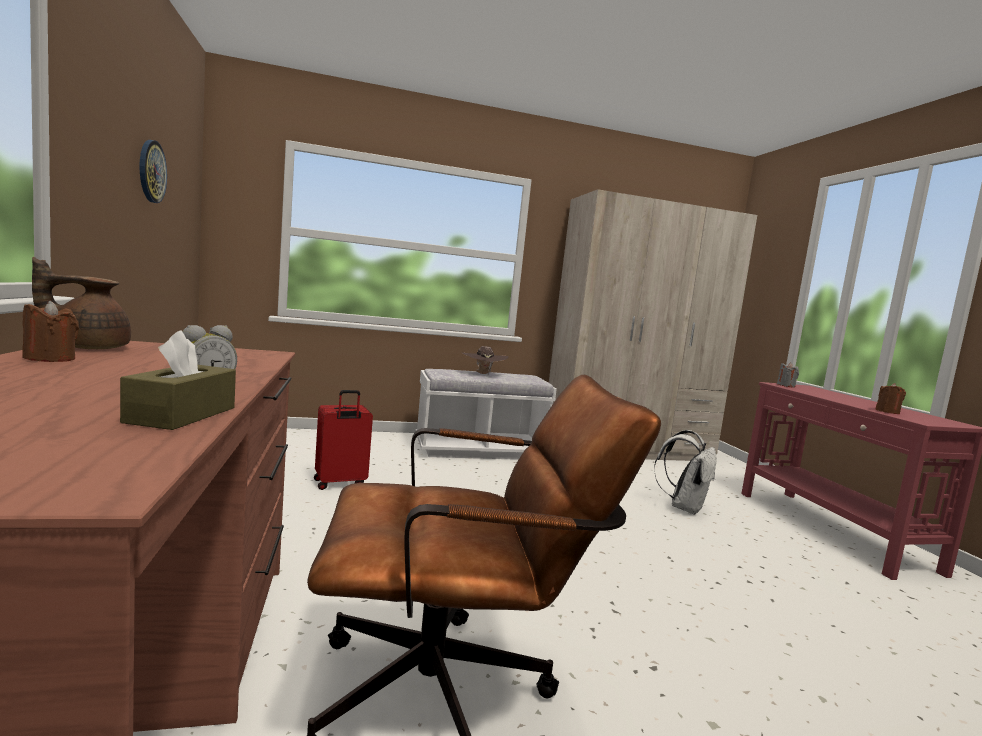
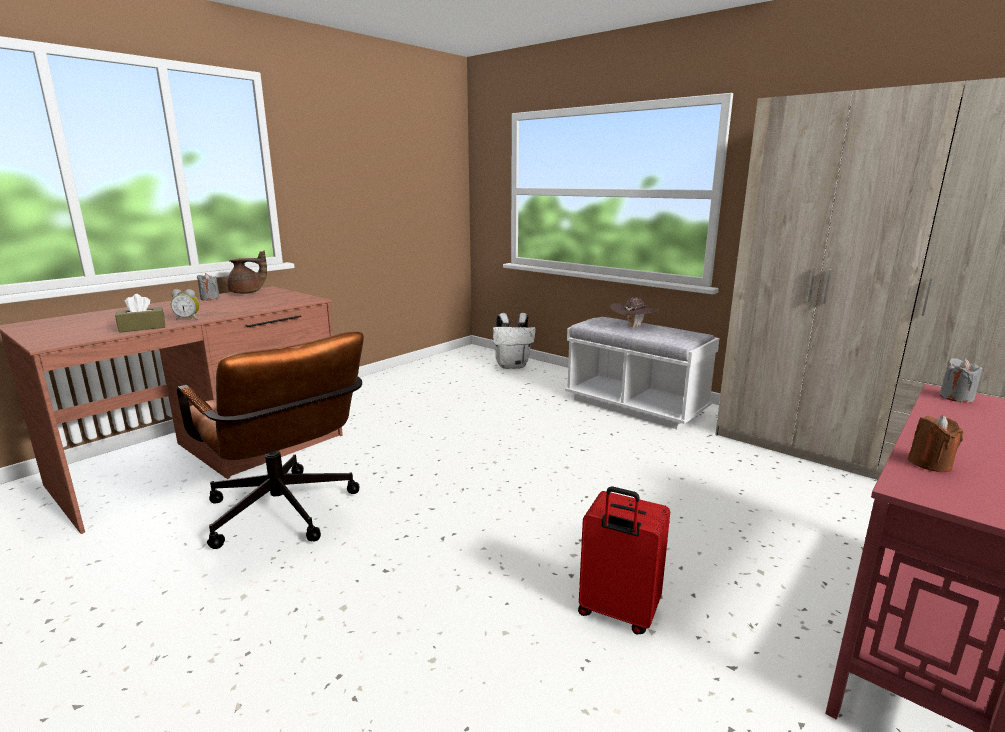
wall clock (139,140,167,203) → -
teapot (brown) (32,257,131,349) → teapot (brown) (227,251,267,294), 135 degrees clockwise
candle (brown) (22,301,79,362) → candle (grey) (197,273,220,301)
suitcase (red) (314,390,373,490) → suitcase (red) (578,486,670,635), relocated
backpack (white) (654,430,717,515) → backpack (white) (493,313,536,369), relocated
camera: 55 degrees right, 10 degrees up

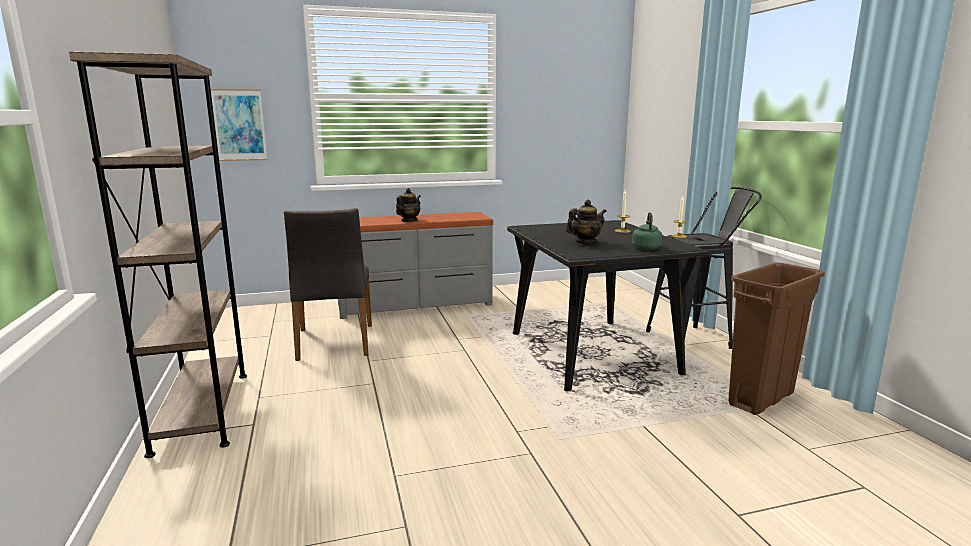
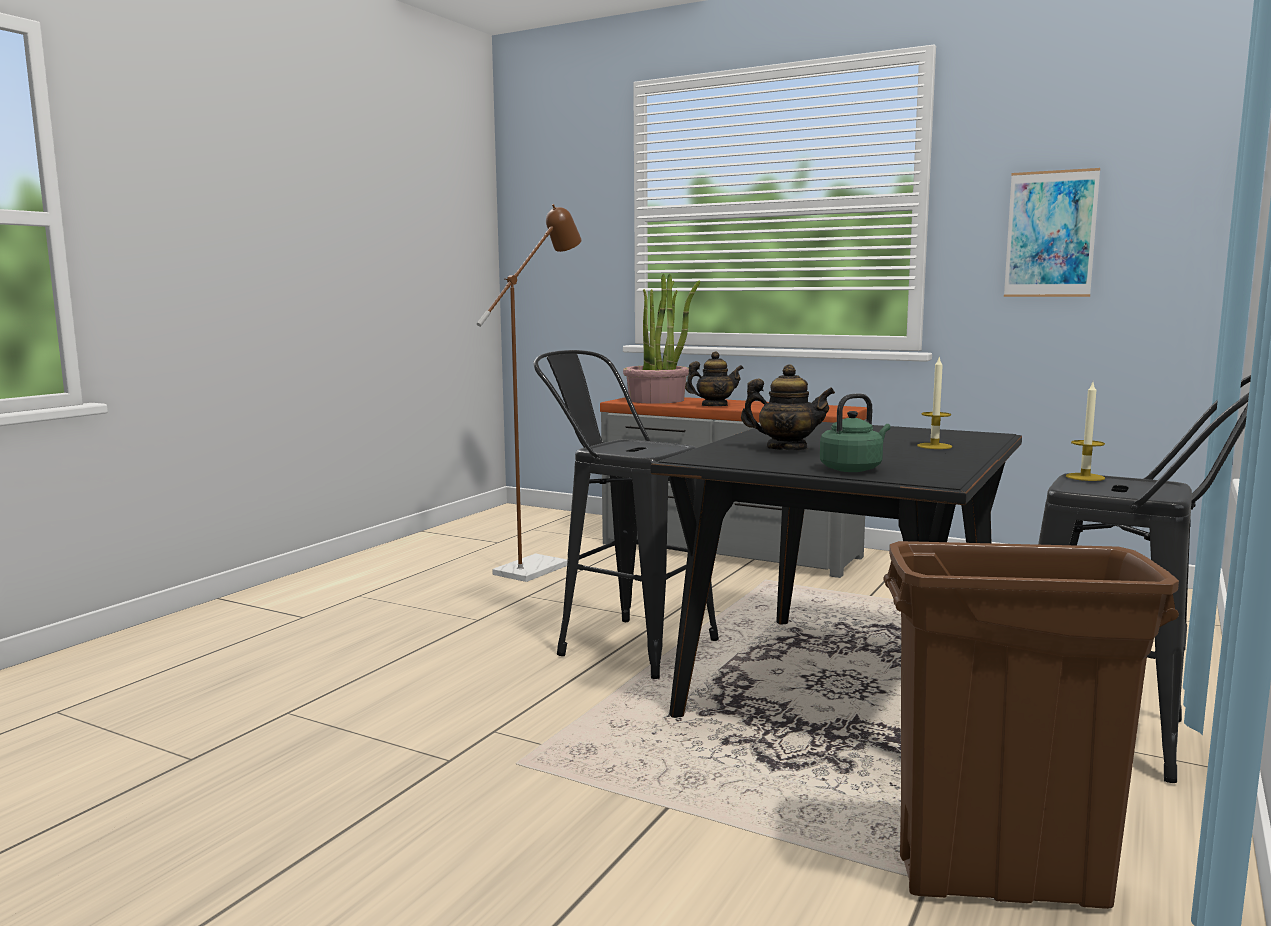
bookcase (brown) (69,52,247,458) → -
picture (211,89,267,161) → picture (1004,168,1100,297), relocated
chair (grey) (284,208,372,361) → floor lamp (brown) (477,204,582,582)
- → potted plant (623,273,700,404)
- → stool (black) (533,350,719,679)
camera: 45 degrees right, 5 degrees down

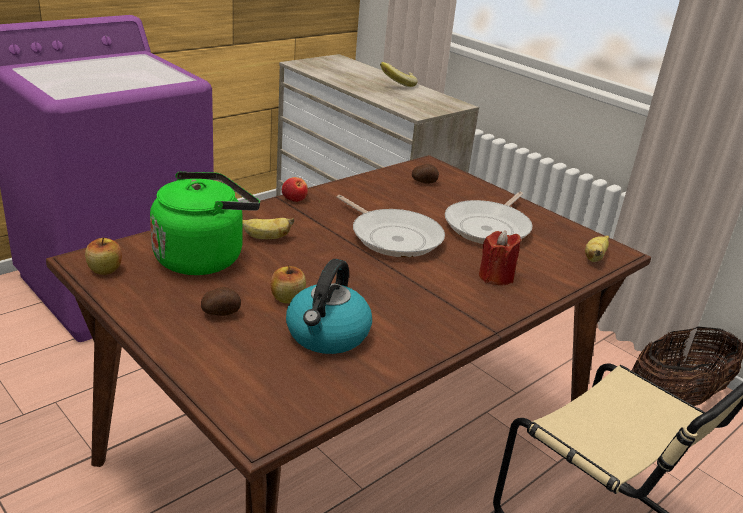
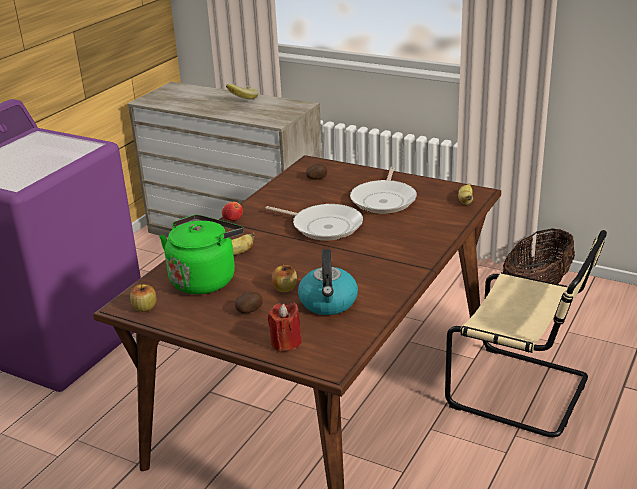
candle (red) (479,230,521,285) → candle (red) (268,303,302,352), relocated
camera: 15 degrees left, 0 degrees up

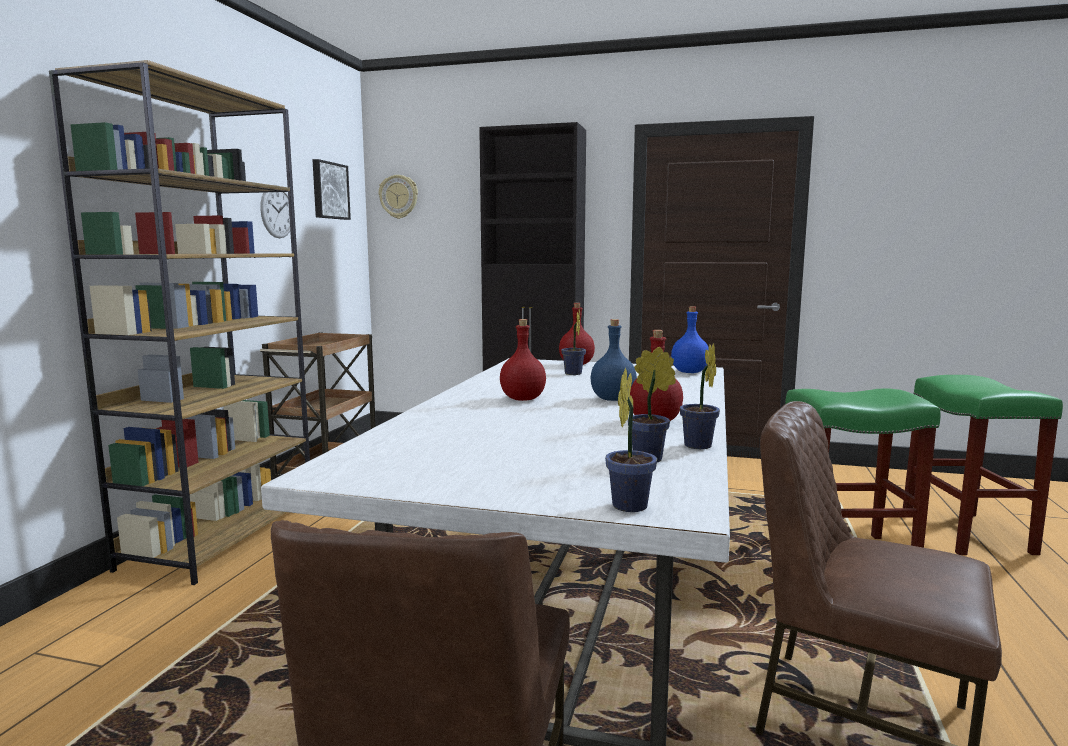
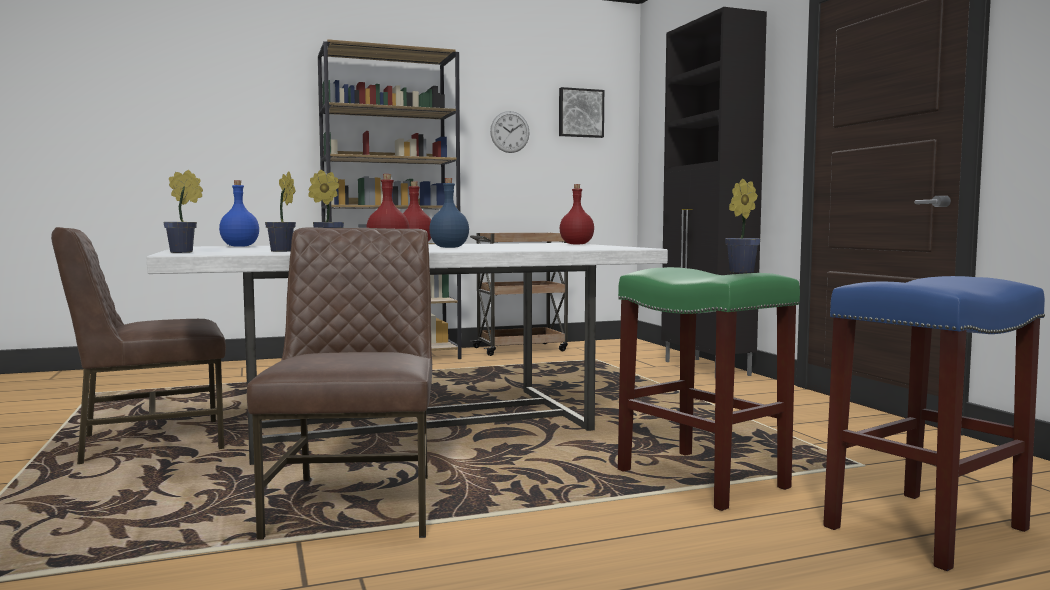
wall clock (379,175,418,219) → -
bottle (blue) (671,306,709,373) → bottle (blue) (219,180,259,247), relocated
potted plant (561,309,586,375) → potted plant (725,179,760,273), relocated
stool (green) (903,375,1063,555) → stool (blue) (823,276,1045,571)
camera: 55 degrees right, 5 degrees down

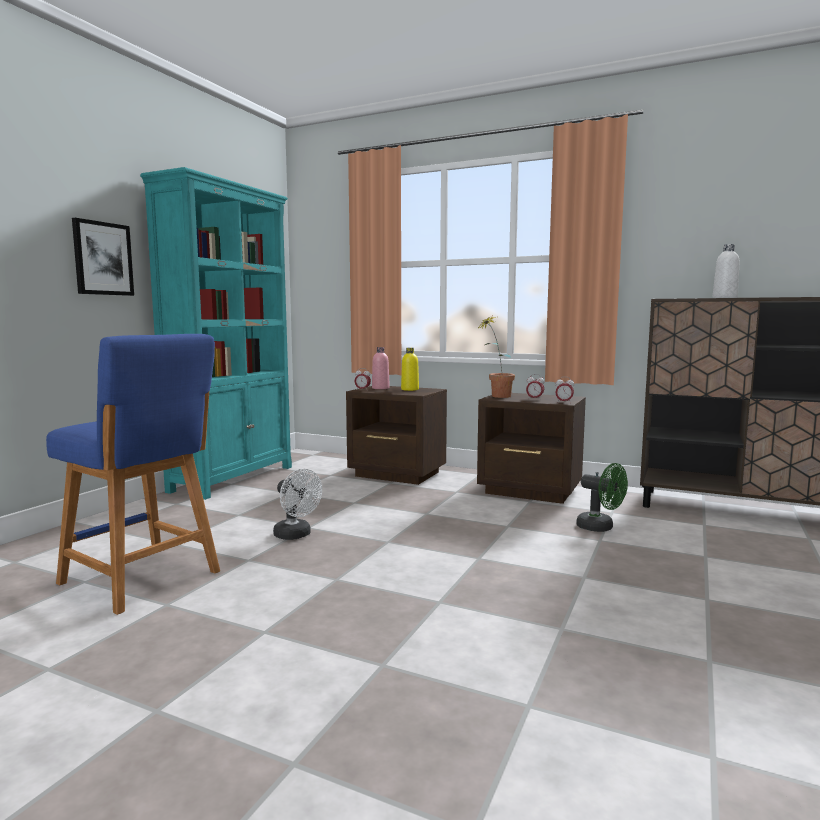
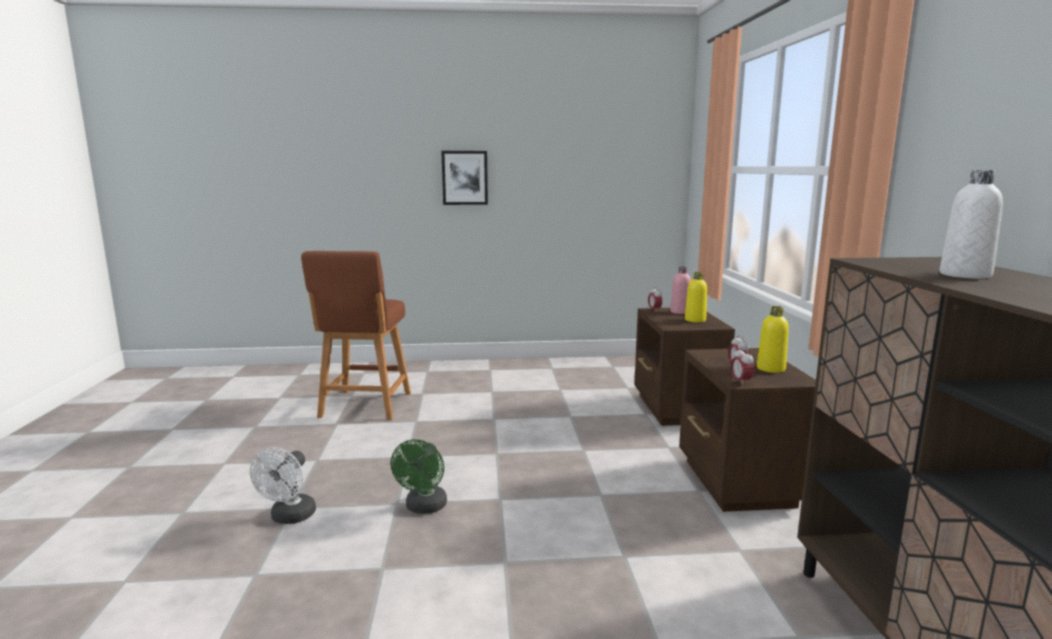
bookcase (turquoise) (140,167,292,500) → -
potted plant (479,316,515,398) → -
stool (blue) (46,334,220,615) → stool (brown) (301,251,411,420)
fan (green) (576,463,628,532) → fan (green) (391,439,447,514), relocated
fan (white) (273,469,322,540) → fan (white) (250,447,316,524), relocated
- → bottle (yellow) (757,306,789,373)
camera: 60 degrees right, 5 degrees up

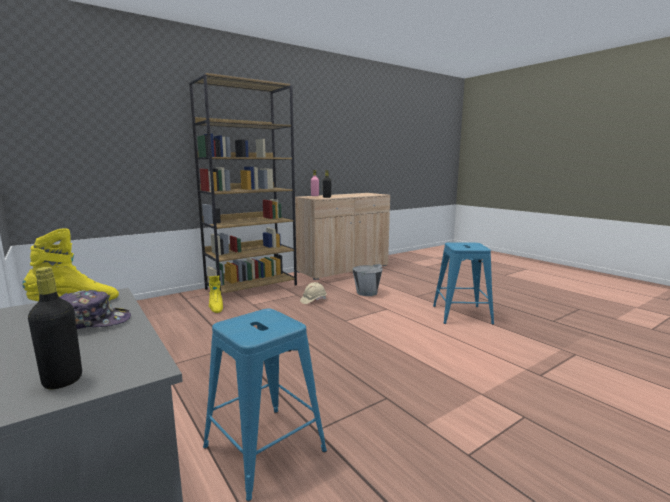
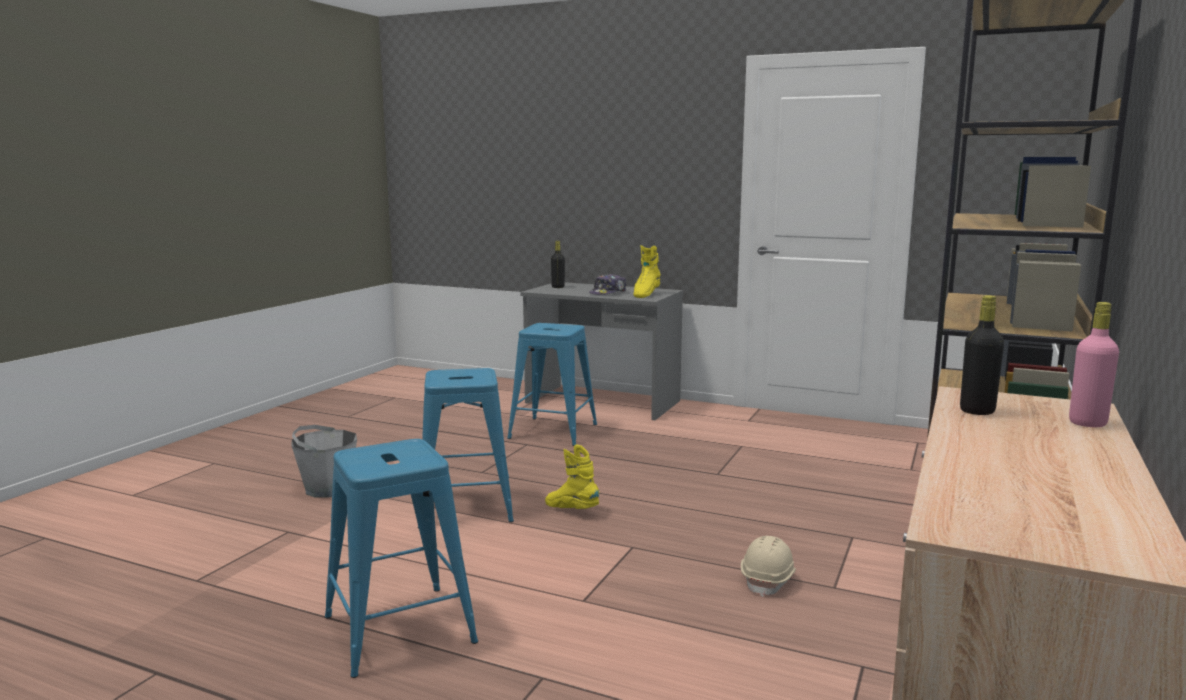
bucket (grey) (352,264,383,296) → bucket (grey) (291,425,357,498), relocated
boot (yellow) (209,276,223,313) → boot (yellow) (545,445,600,509), relocated
- → stool (blue) (418,368,514,528)
camera: 150 degrees right, 0 degrees up

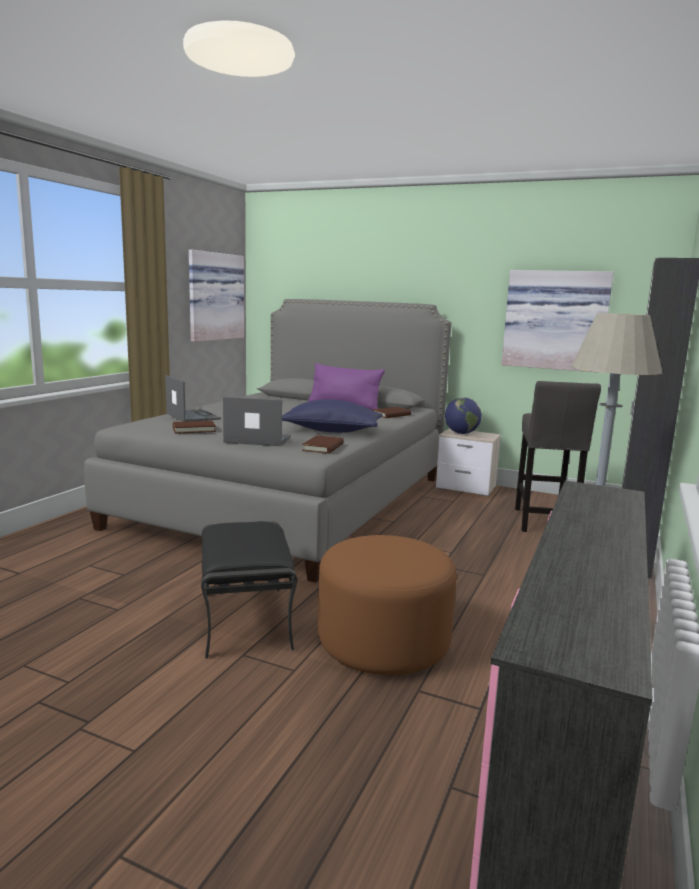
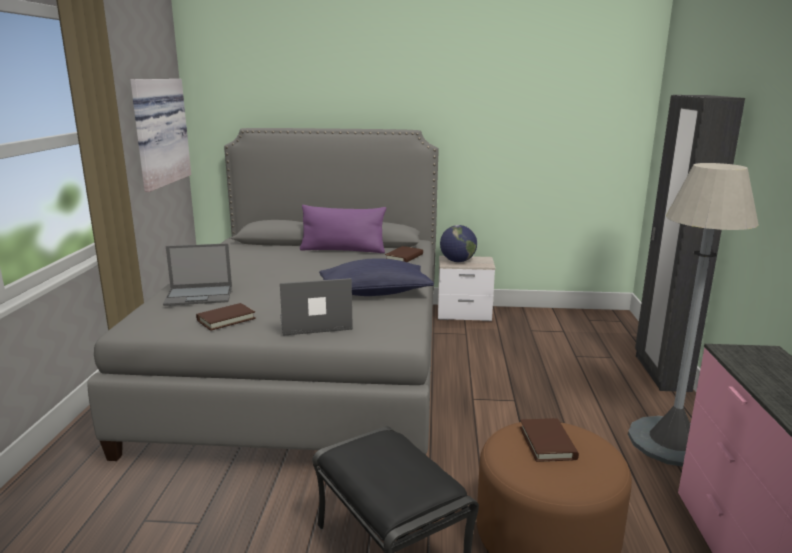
picture (501,270,614,373) → -
laptop (165,375,221,422) → laptop (163,243,232,306), 135 degrees clockwise
stool (grey) (515,381,601,532) → -
book (brown) (302,435,344,454) → book (brown) (520,418,579,462), relocated
camera: 20 degrees left, 5 degrees up

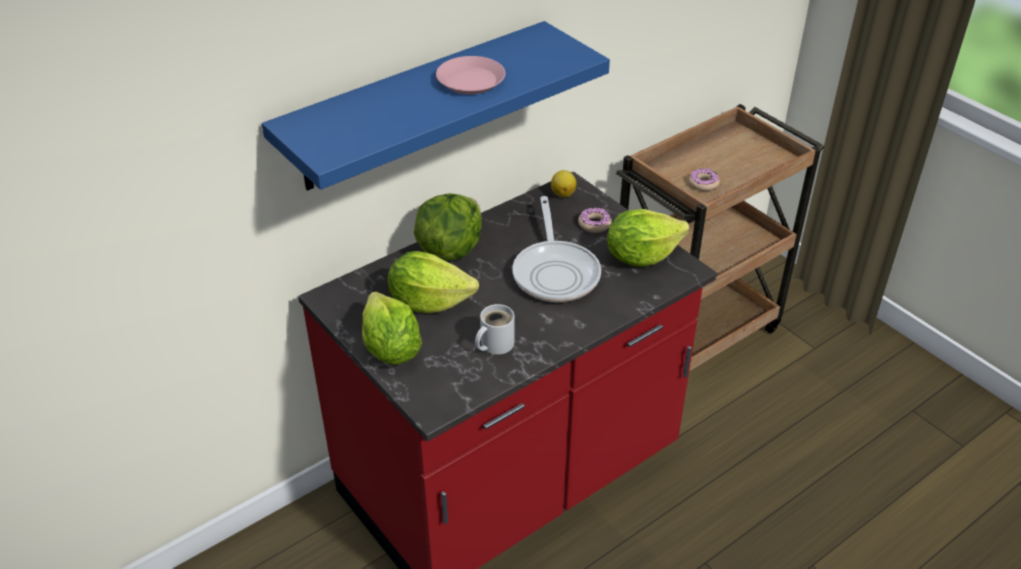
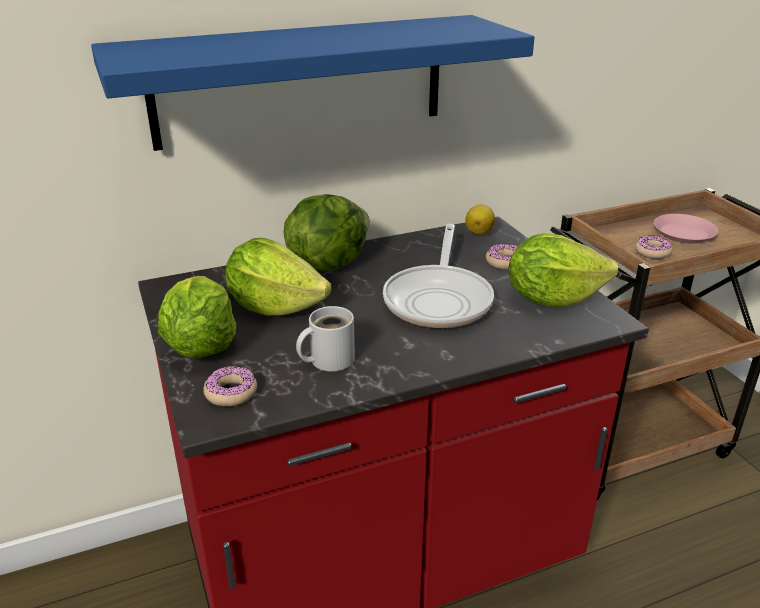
plate (pink) (436,56,505,94) → plate (pink) (654,214,718,244), relocated
- → donut (203,366,257,406)
camera: 15 degrees right, 10 degrees down

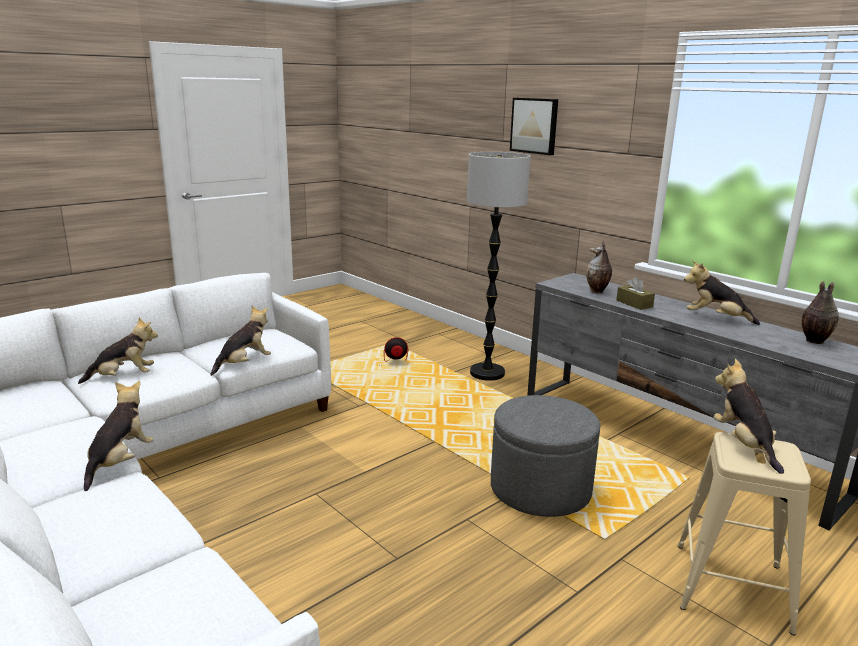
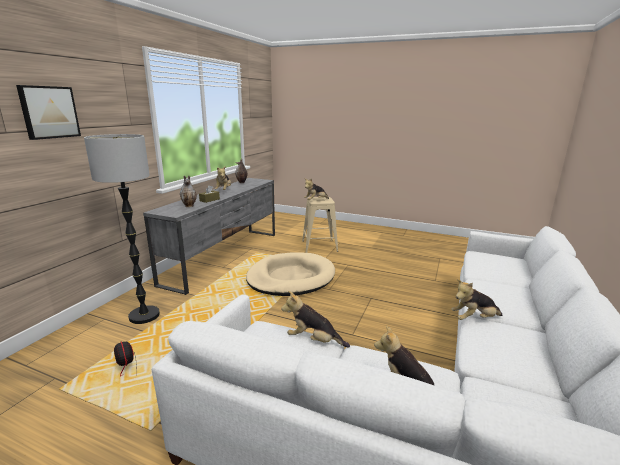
ottoman (grey) (491,395,600,517) → dog bed (beige) (246,252,335,296)
camera: 115 degrees left, 0 degrees up

